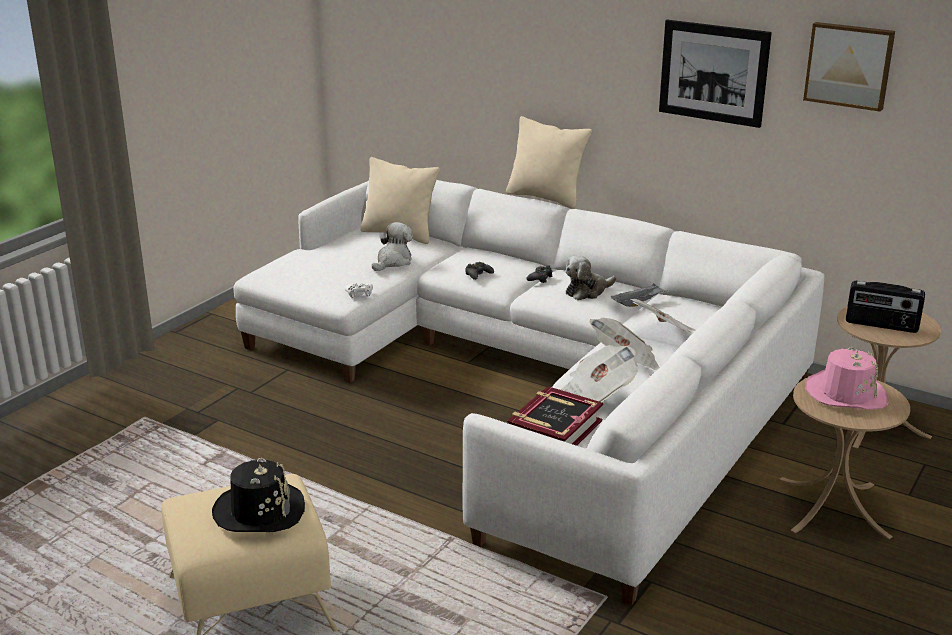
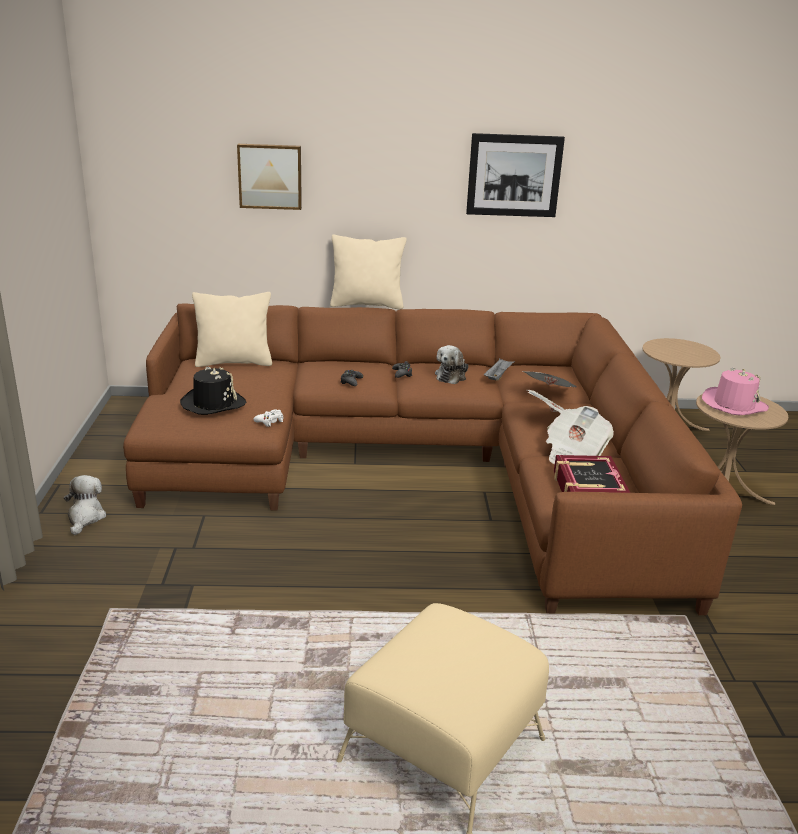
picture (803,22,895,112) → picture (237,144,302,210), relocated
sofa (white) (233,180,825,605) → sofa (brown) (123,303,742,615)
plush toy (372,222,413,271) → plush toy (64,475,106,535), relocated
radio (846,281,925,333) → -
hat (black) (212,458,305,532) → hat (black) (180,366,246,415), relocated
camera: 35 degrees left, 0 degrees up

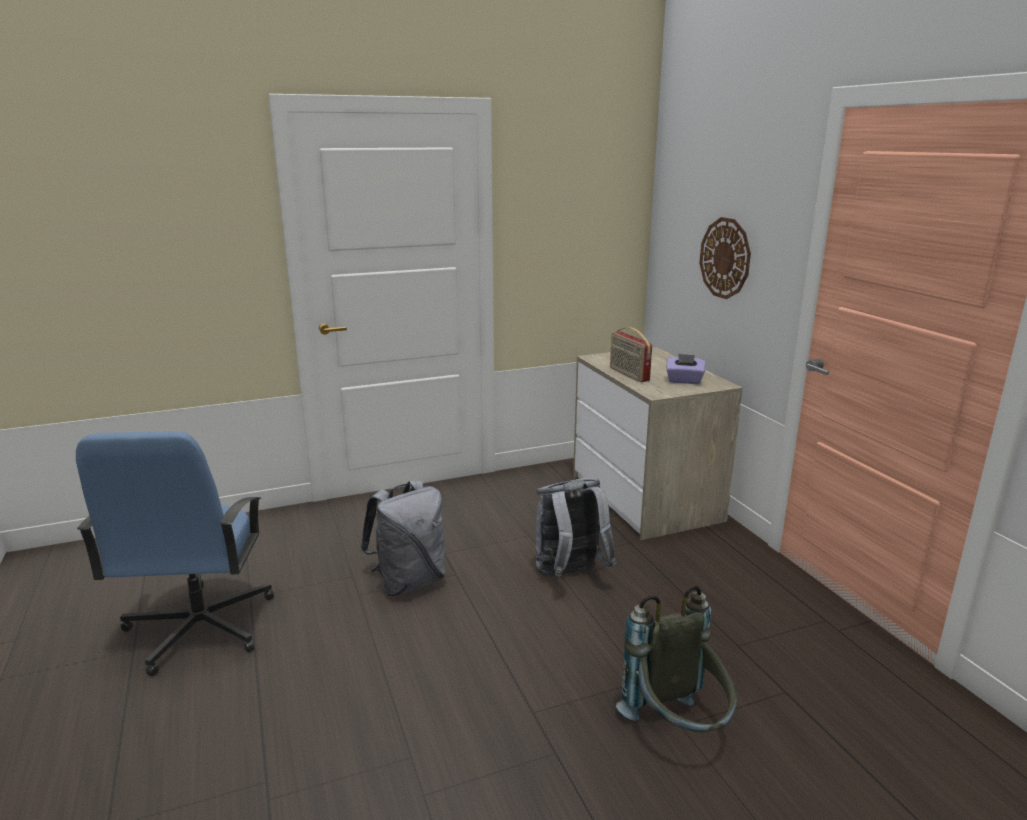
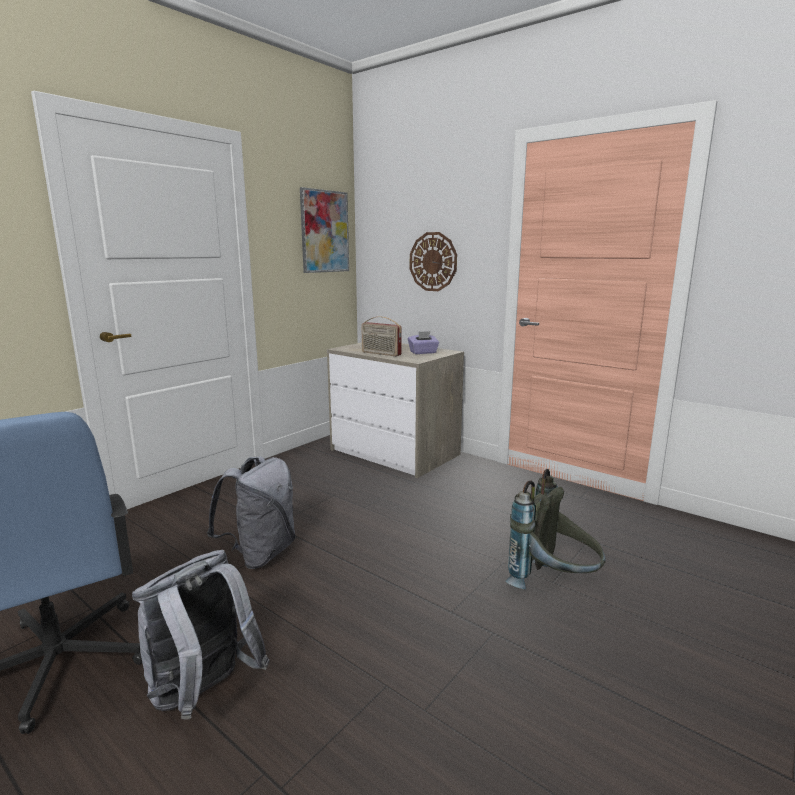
backpack (grey) (535,478,617,577) → backpack (grey) (132,550,270,720), relocated
- → picture (300,187,349,273)
camera: 30 degrees left, 5 degrees down

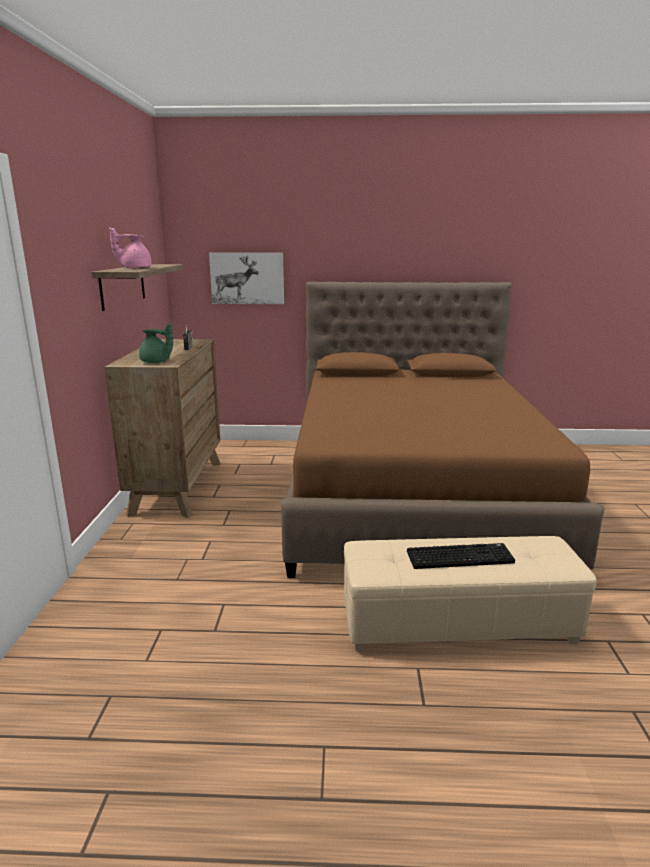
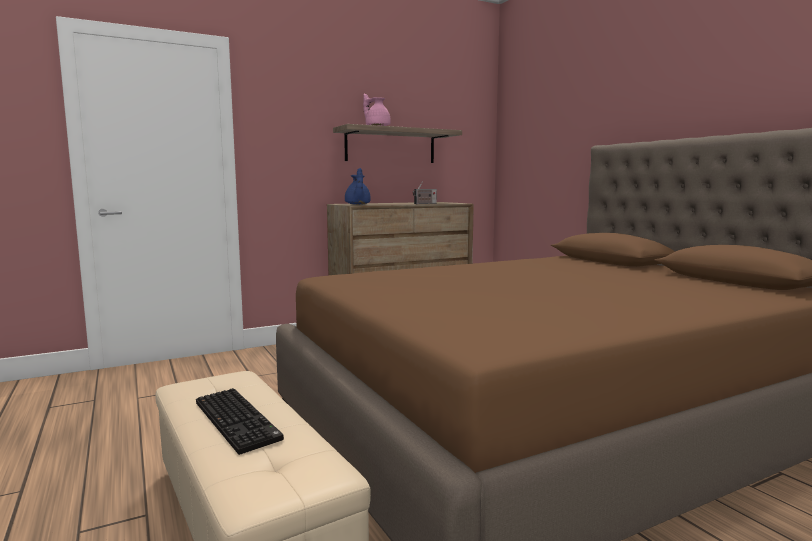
picture (209,253,284,304) → -
teapot (green) (139,323,173,363) → teapot (blue) (345,168,371,205)
camera: 60 degrees right, 10 degrees down

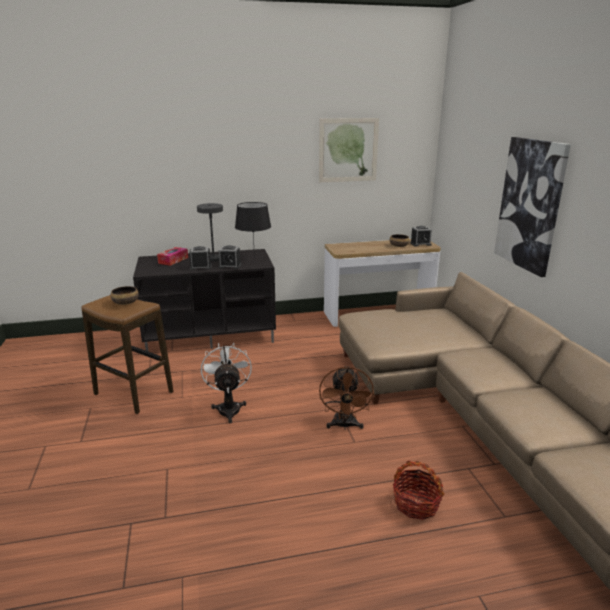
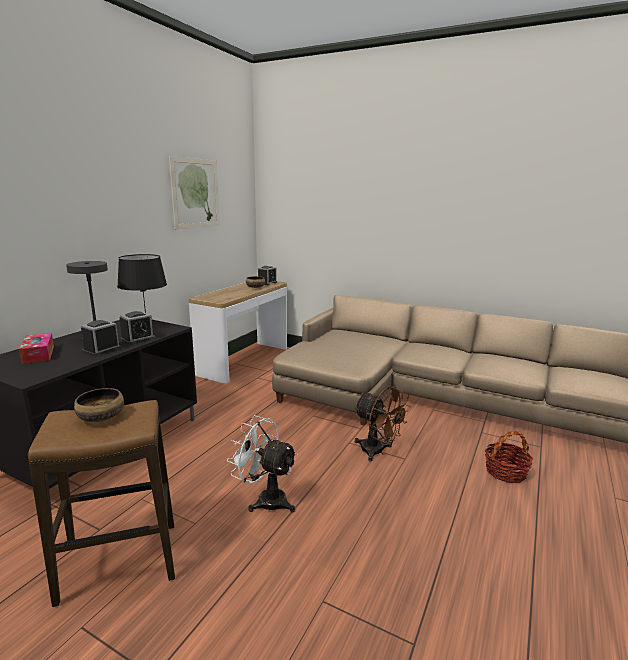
picture (494,137,571,277) → -
camera: 50 degrees left, 5 degrees down

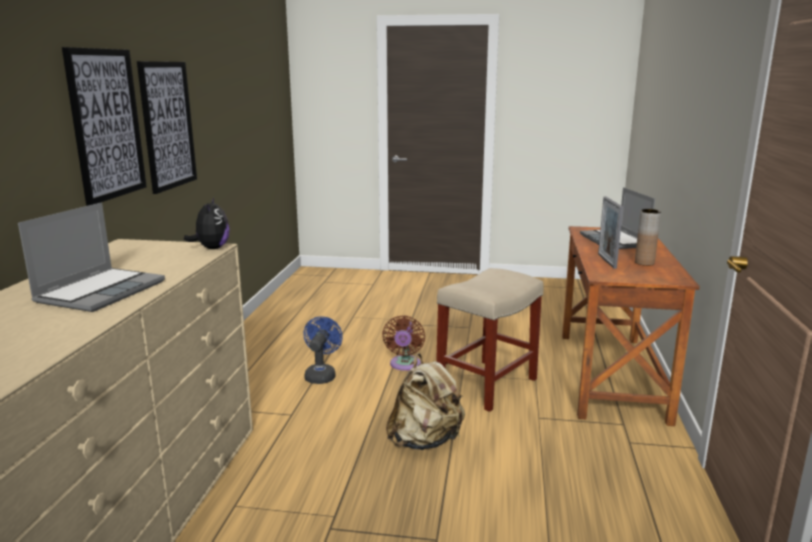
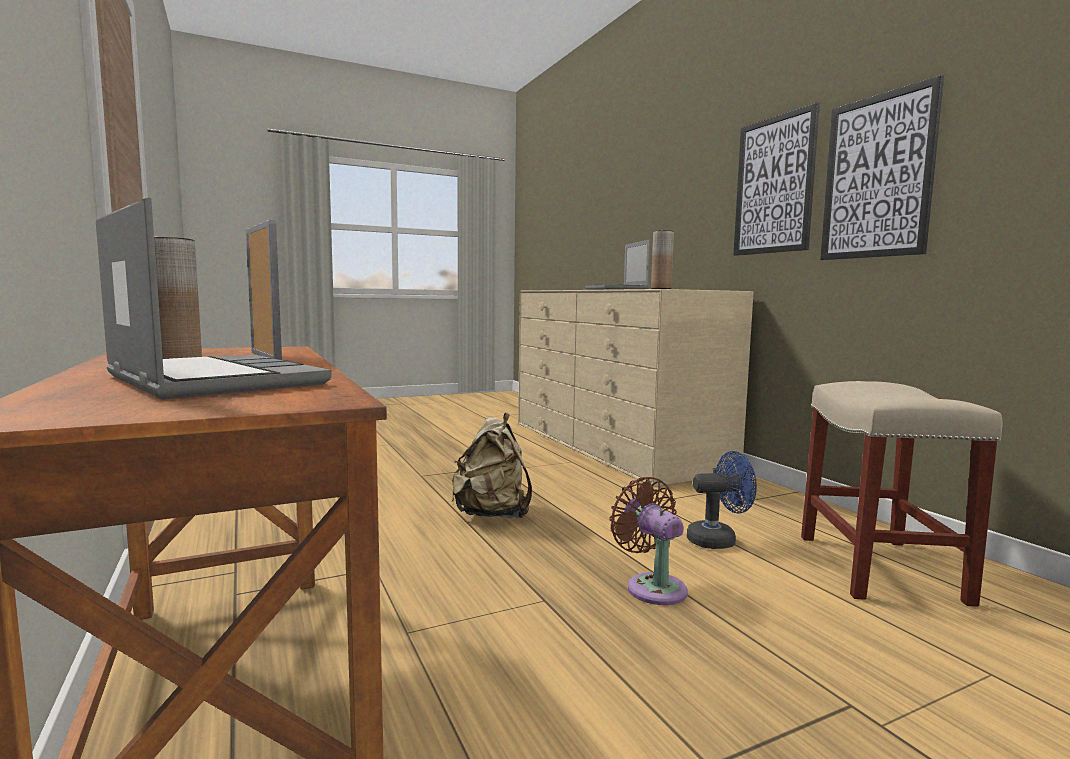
plush toy (184,198,229,249) → vase (brown) (651,230,674,289)
stool (beige) (436,268,544,412) → stool (beige) (801,381,1002,607), relocated
fan (blue) (303,316,343,384) → fan (blue) (687,451,757,549), 75 degrees counterclockwise
camera: 145 degrees right, 10 degrees down

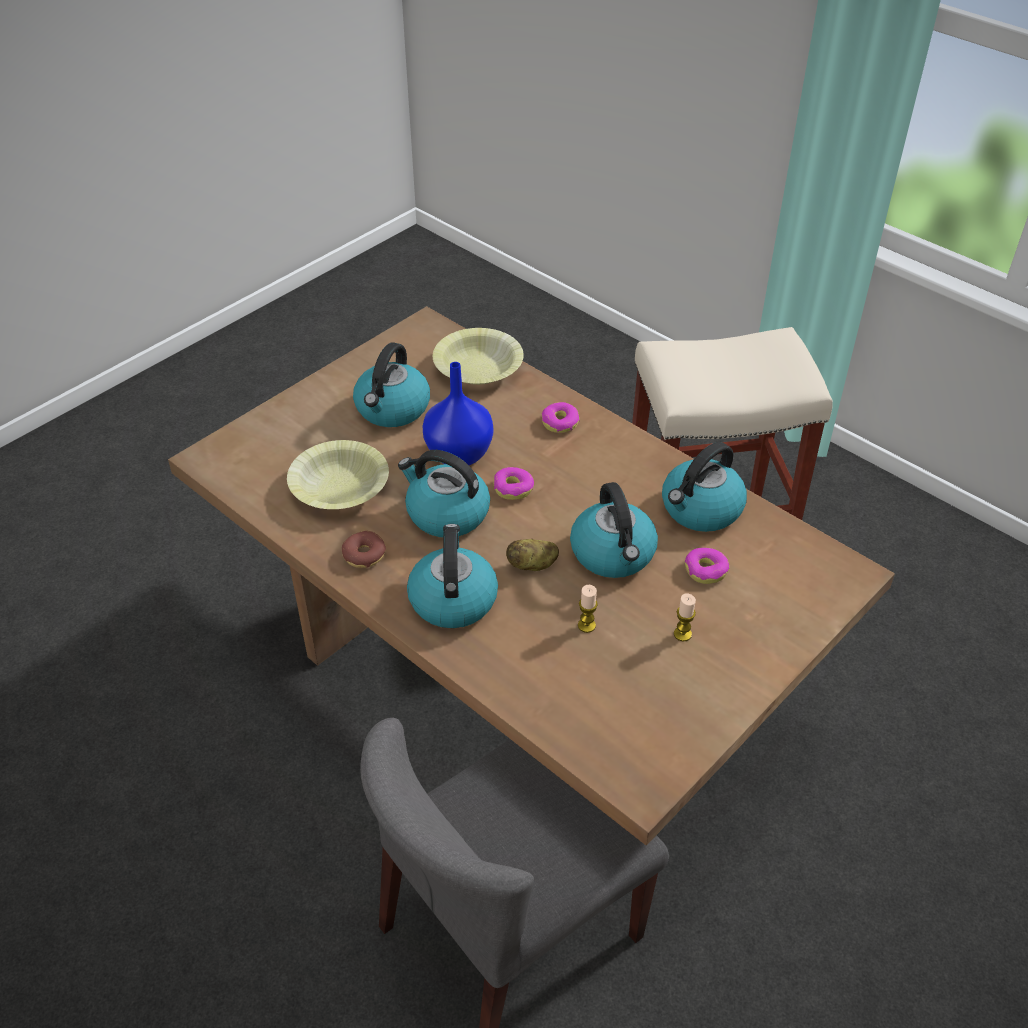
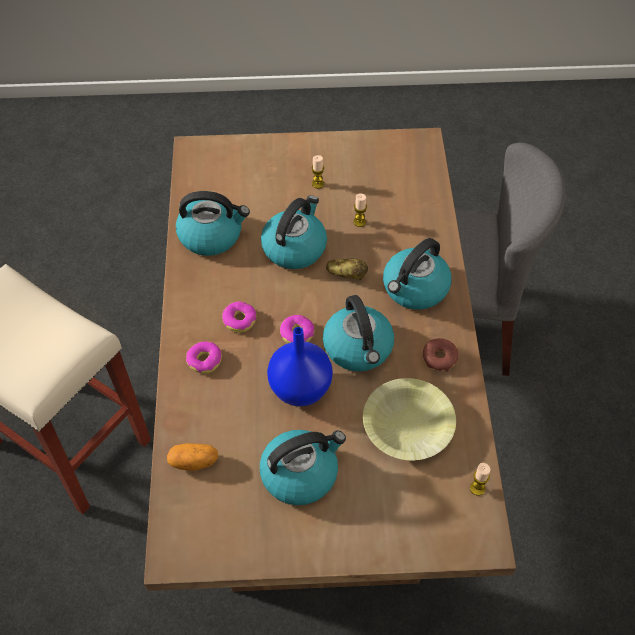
bowl (yellow) (433,328,524,385) → potato (167,443,218,471)
donut (685,548,729,584) → donut (222,301,256,333), relocated
- → candle (470,463,490,496)
camera: 135 degrees left, 10 degrees up

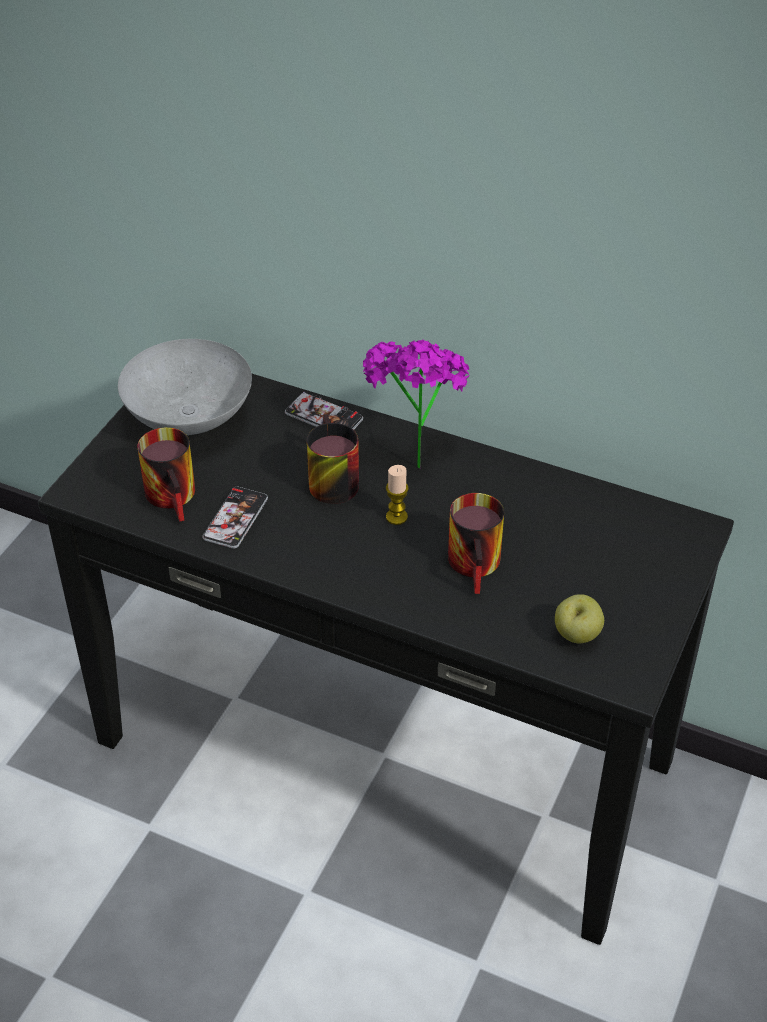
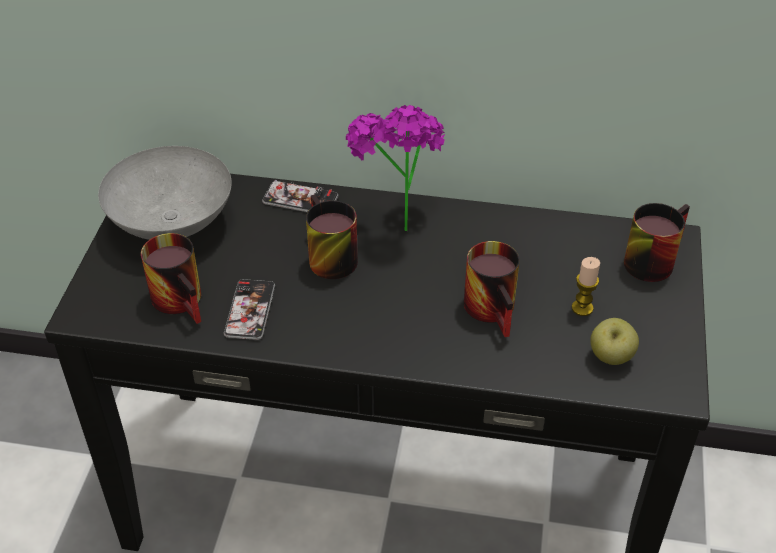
candle (386,465,409,525) → candle (572,257,600,316), relocated
- → mug (624,203,690,282)
camera: 15 degrees left, 0 degrees up

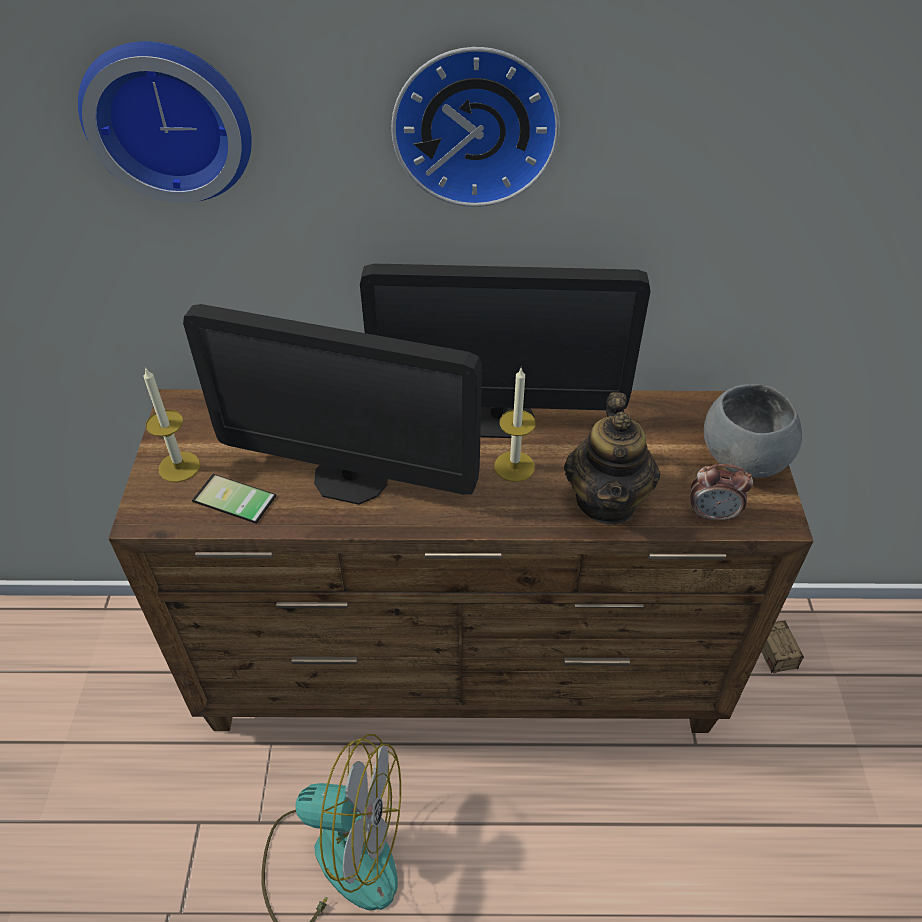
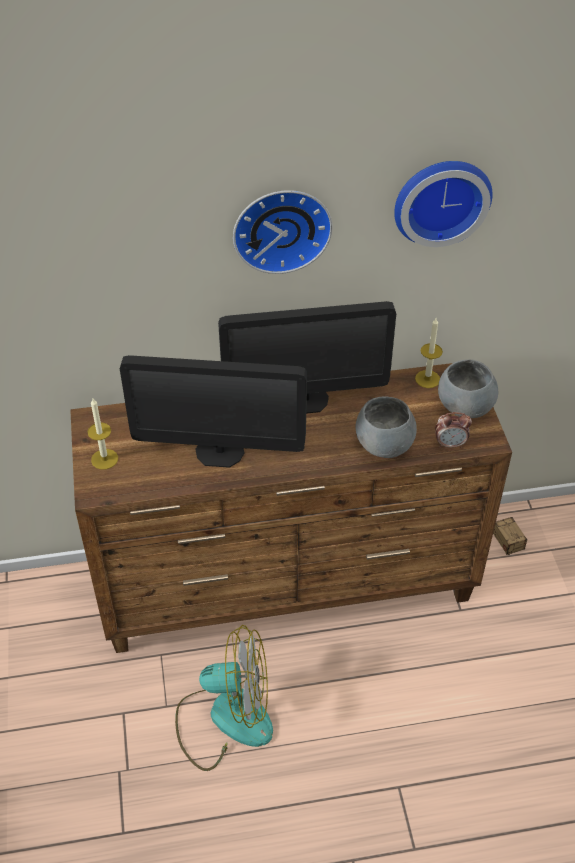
wall clock (78,41,252,203) → wall clock (394,161,493,247), relocated
candle (494,368,536,482) → candle (415,318,443,388), relocated
teapot (564,392,660,525) → bowl (grey) (355,396,417,458)
phone (192,474,276,524) → -
camera: 10 degrees left, 0 degrees up

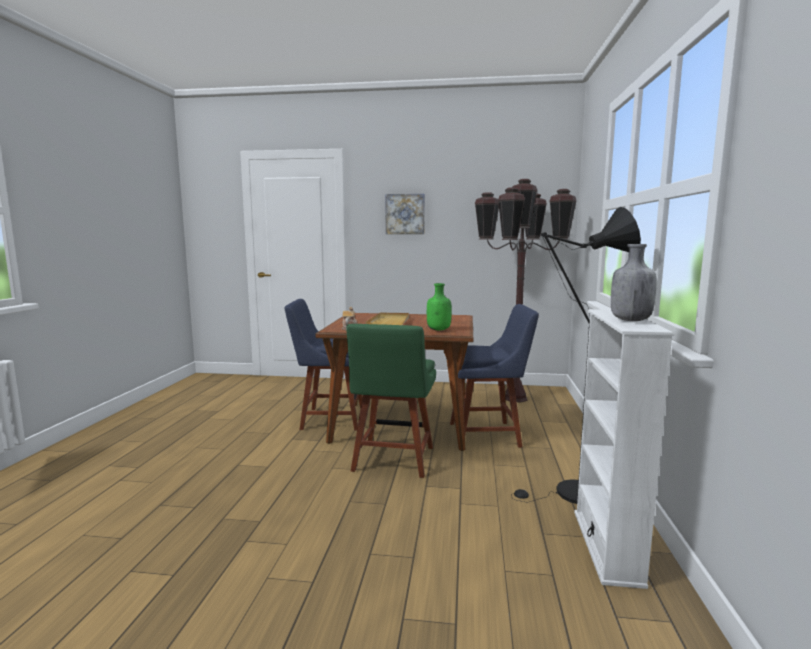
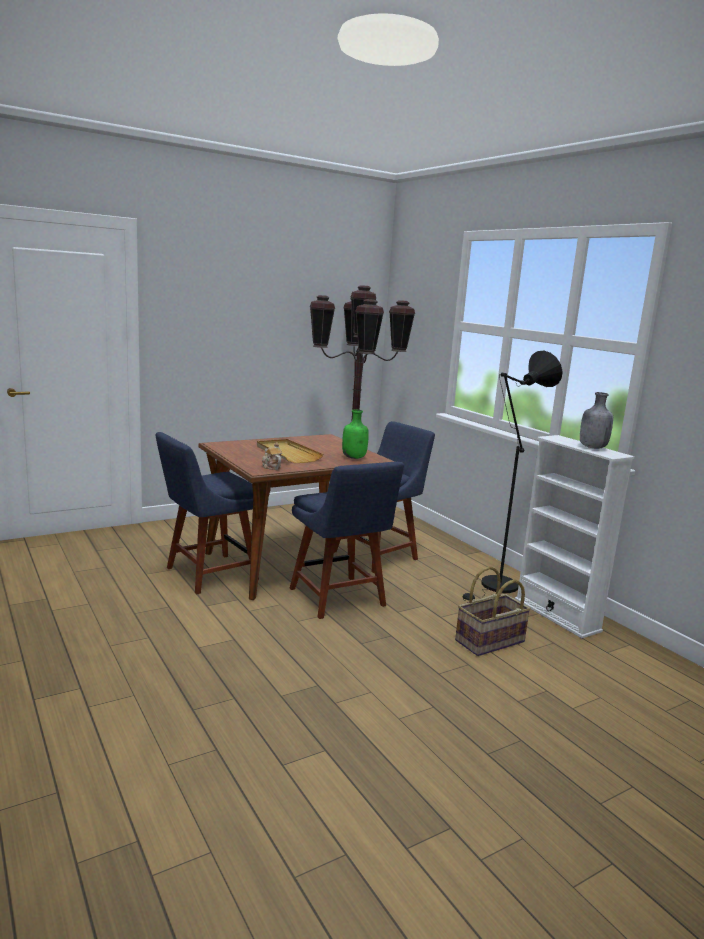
picture (385,194,425,234) → -
chair (green) (346,324,436,478) → chair (blue) (289,462,404,619)
- → basket (455,566,531,656)
camera: 40 degrees left, 5 degrees up

